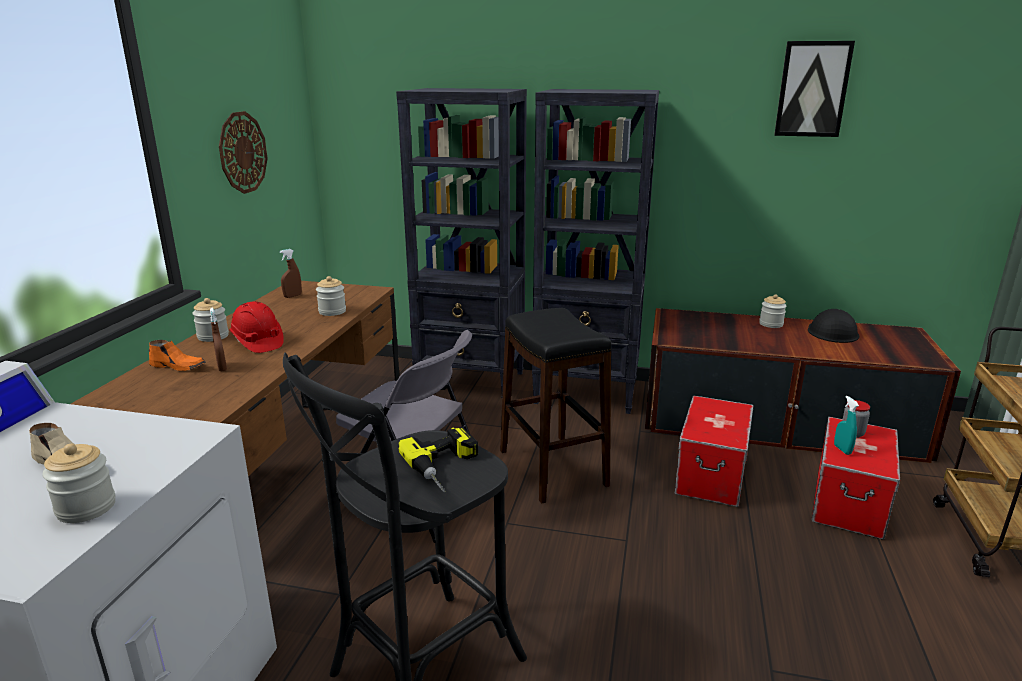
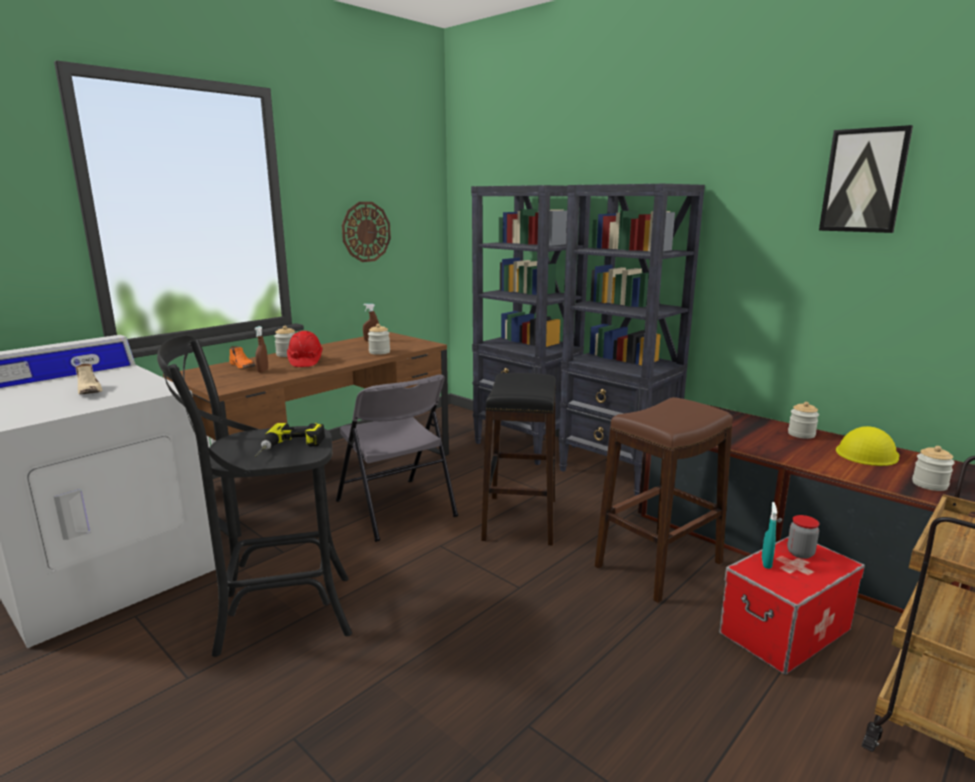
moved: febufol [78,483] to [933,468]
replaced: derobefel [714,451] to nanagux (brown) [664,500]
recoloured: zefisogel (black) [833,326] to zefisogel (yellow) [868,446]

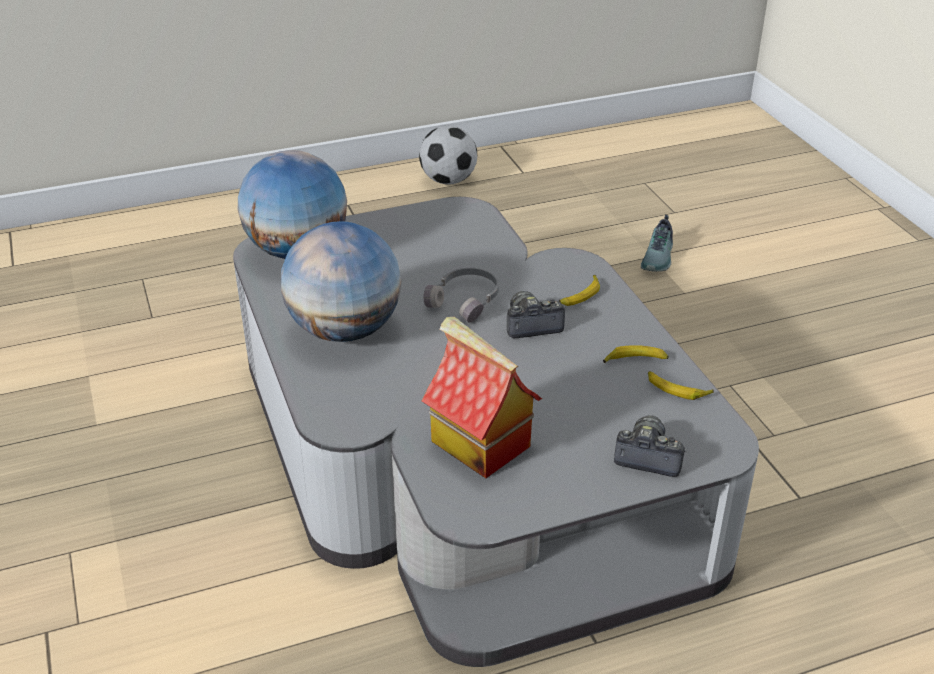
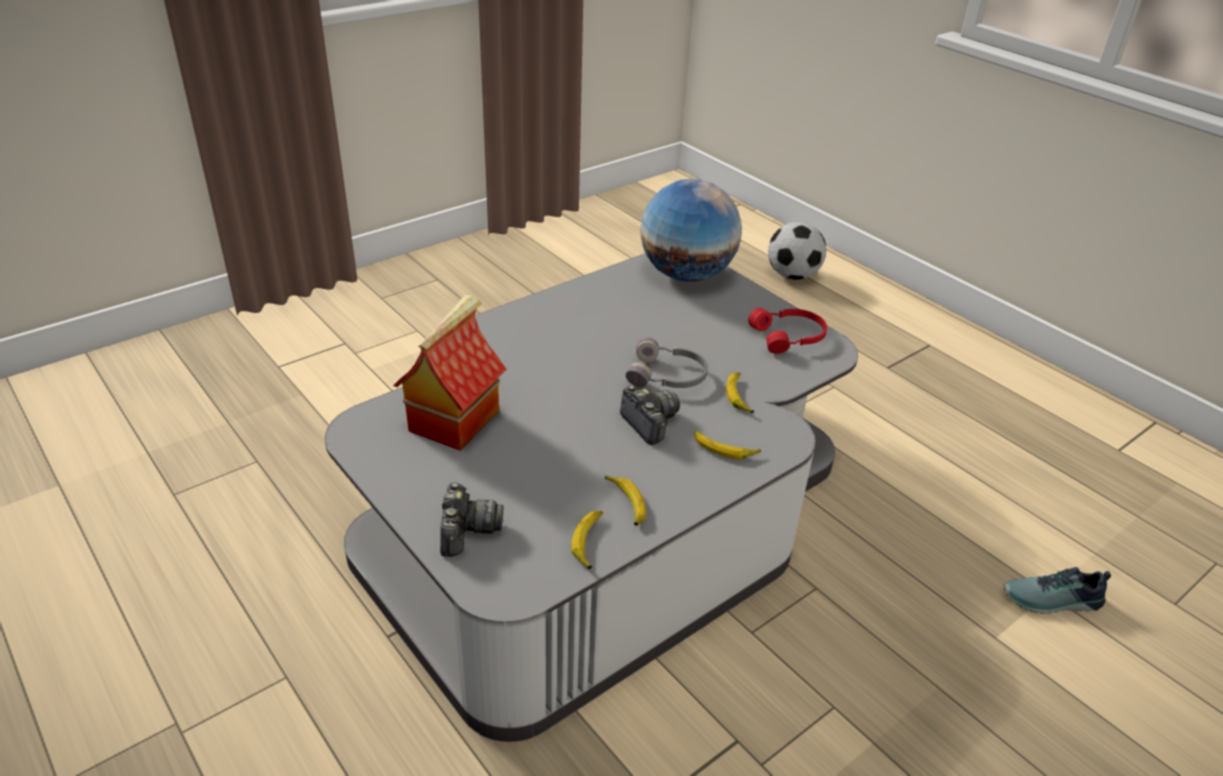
removed: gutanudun [341,281]
added: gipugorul [740,392]; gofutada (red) [787,331]
moved: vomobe [448,155] to [797,251]

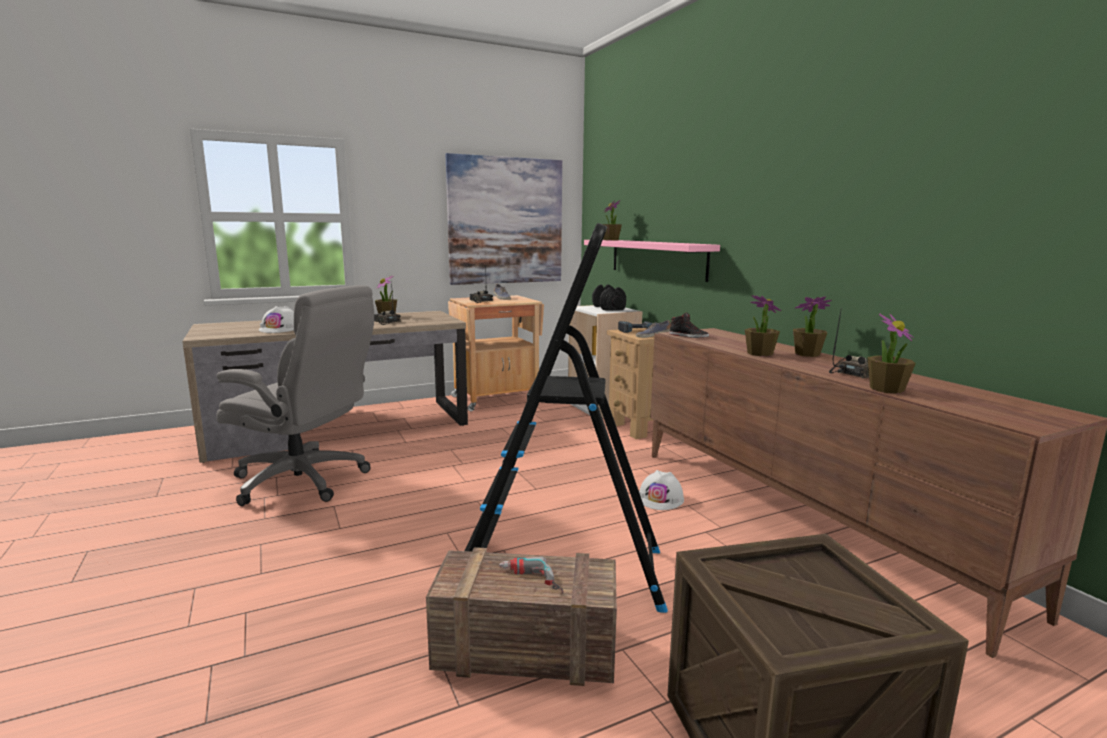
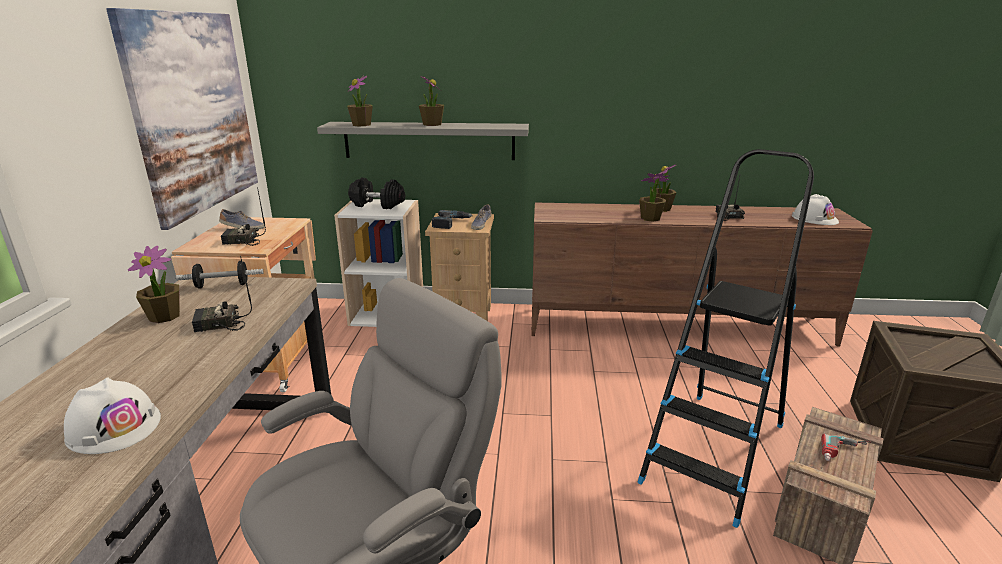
removed: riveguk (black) [689,325]
added: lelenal [219,275]
moved: zefisogel (white) [661,490] to [815,209]; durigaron [891,353] to [431,101]
recoloured: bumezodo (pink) [652,261] to bumezodo (grey) [423,141]

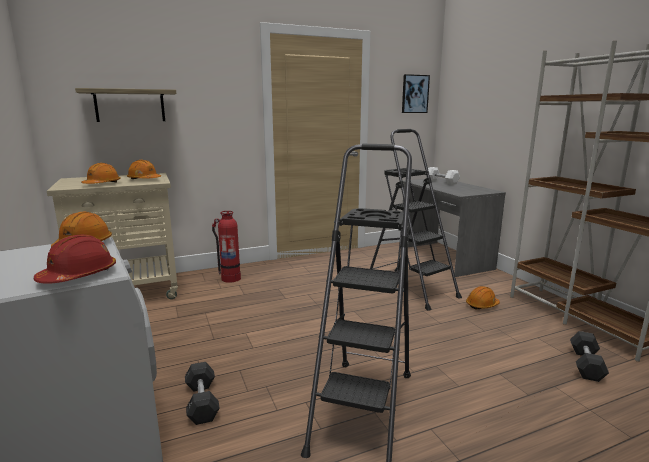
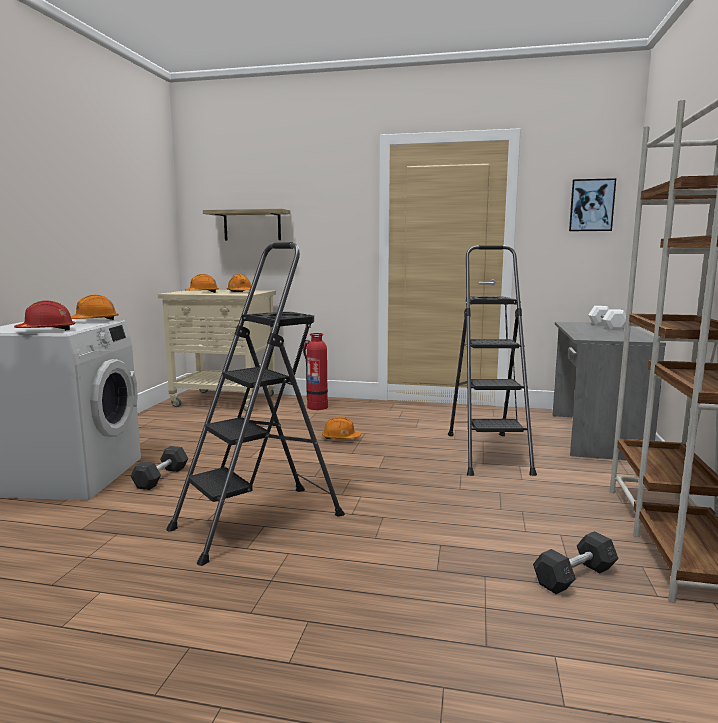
moved: zefisogel (orange) [483,298] to [341,427]

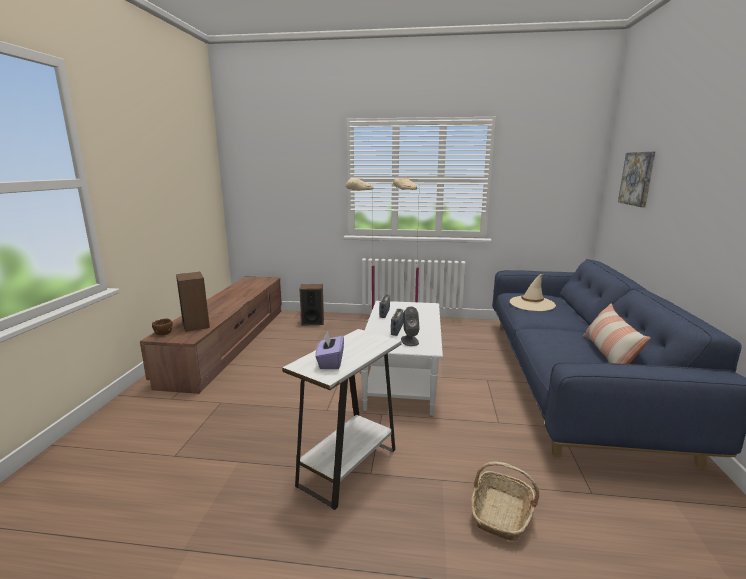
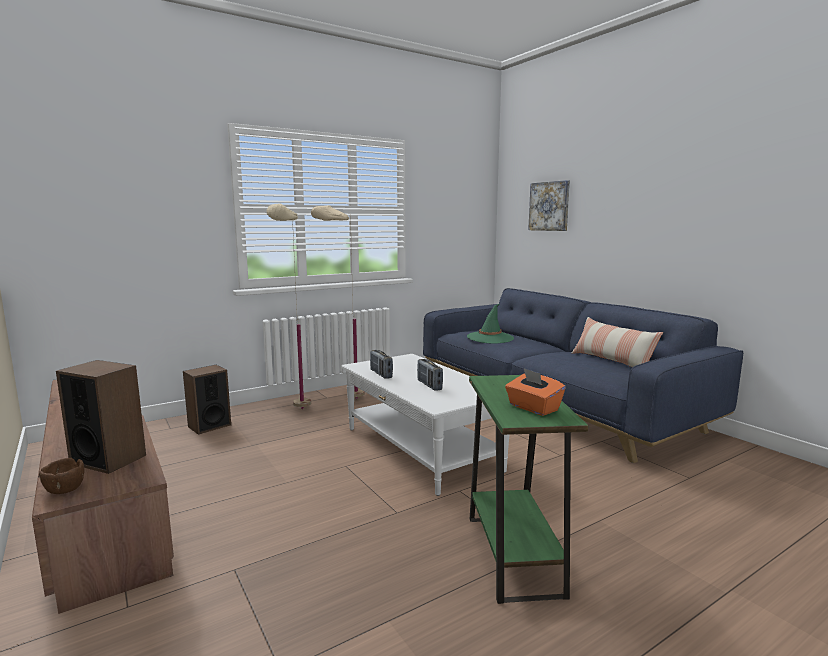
removed: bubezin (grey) [410,326]; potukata [505,501]
recoloured: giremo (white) [341,419] to giremo (green) [528,489]; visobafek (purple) [330,350] to visobafek (orange) [535,392]; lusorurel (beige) [533,292] to lusorurel (green) [490,324]

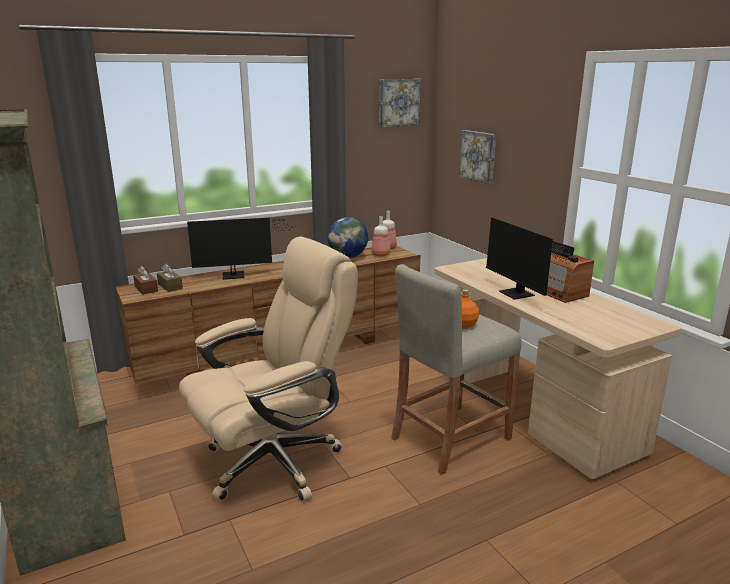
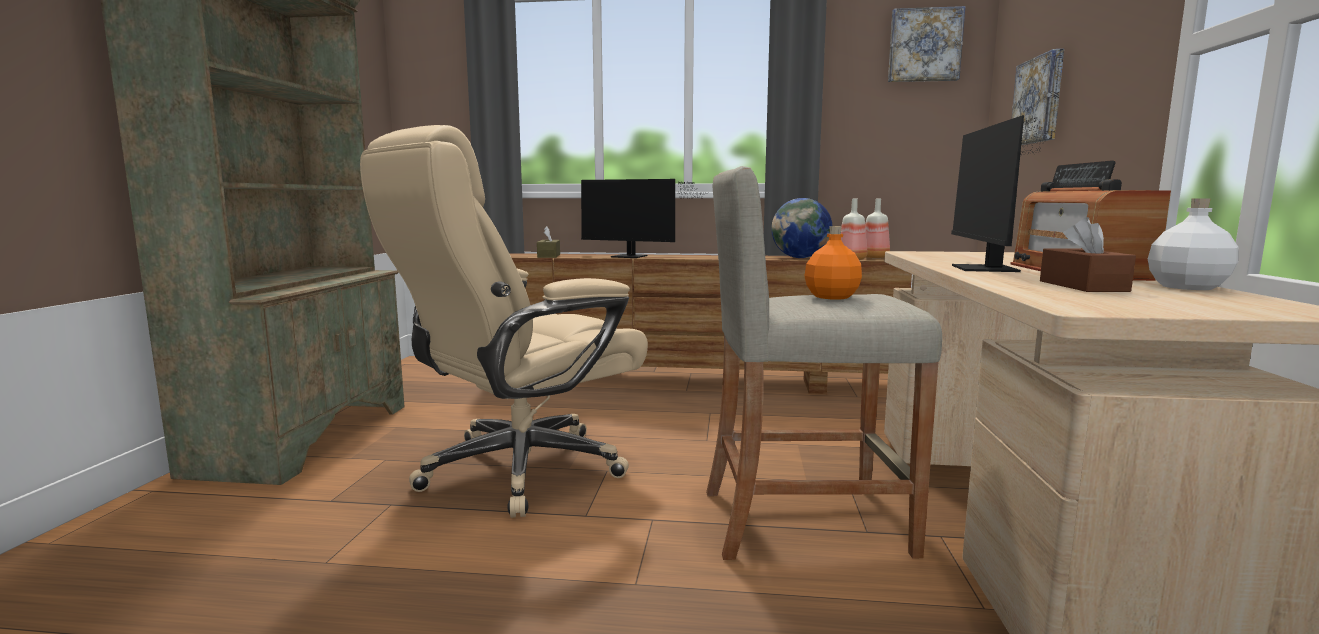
added: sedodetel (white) [1193,244]
moved: visobafek (brown) [145,280] to [1088,254]
turned: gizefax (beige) [268,369] = [504,321] 135 degrees clockwise

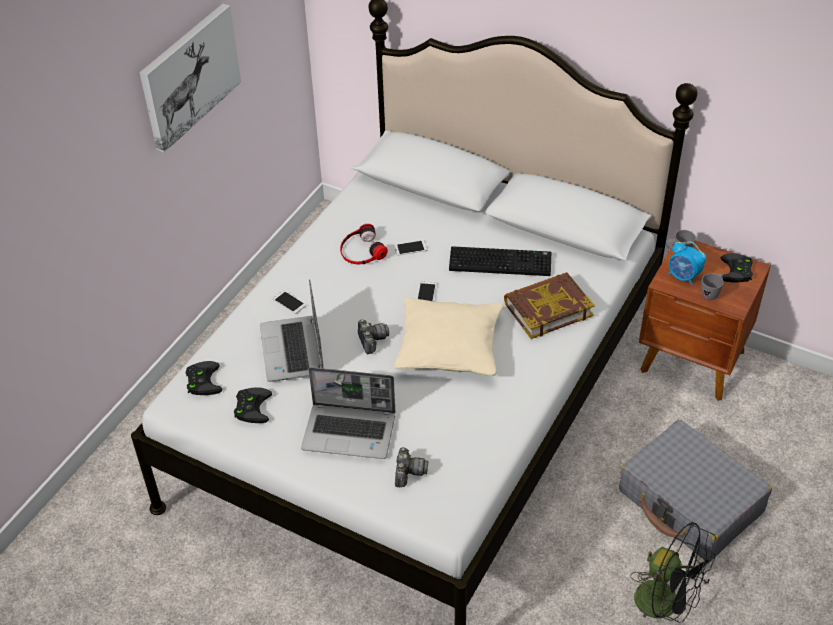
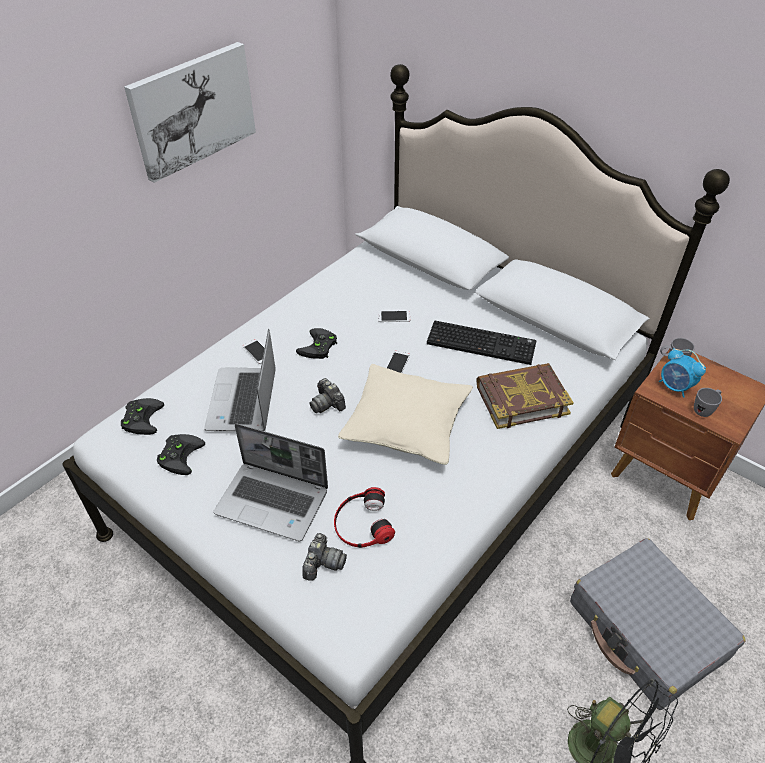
moved: gofutada [364,244] to [364,517]; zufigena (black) [737,268] to [317,343]
turned: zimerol [373,337] = [328,395] 150 degrees clockwise

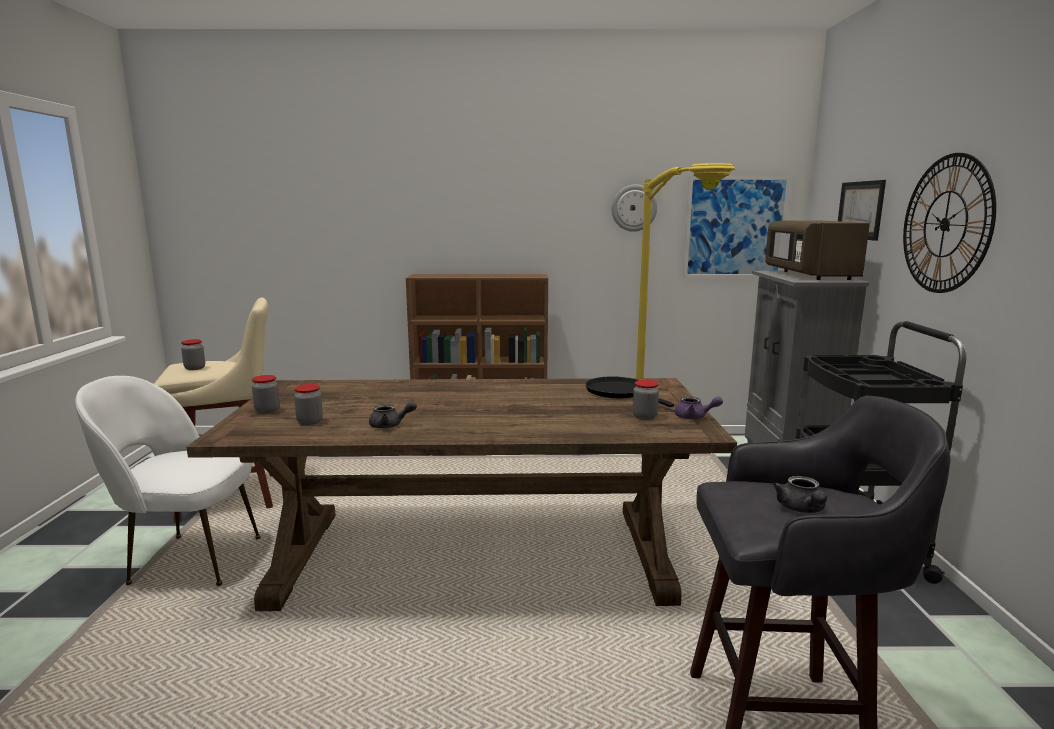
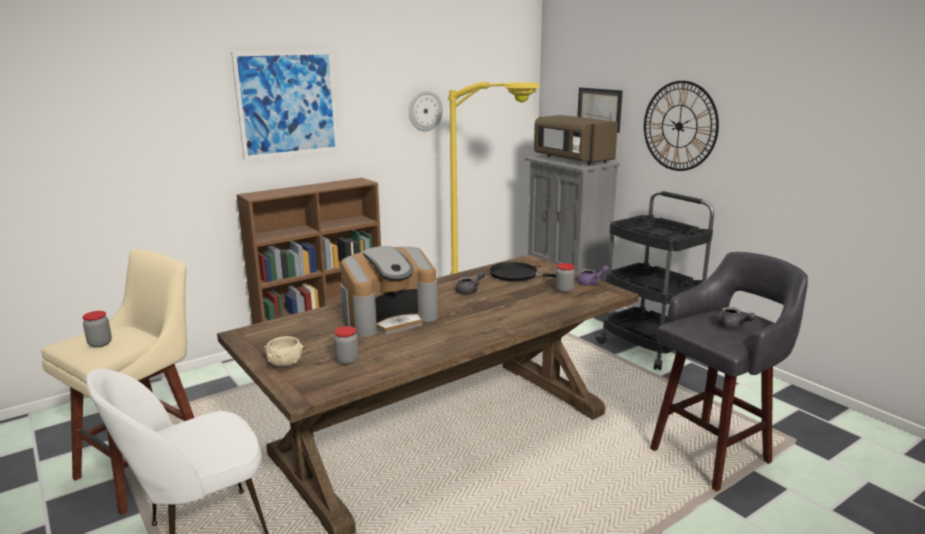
added: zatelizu [389,291]
moved: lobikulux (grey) [393,415] to [470,282]; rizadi [737,227] to [285,105]
replaced: febufol [266,394] to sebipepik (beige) [284,351]

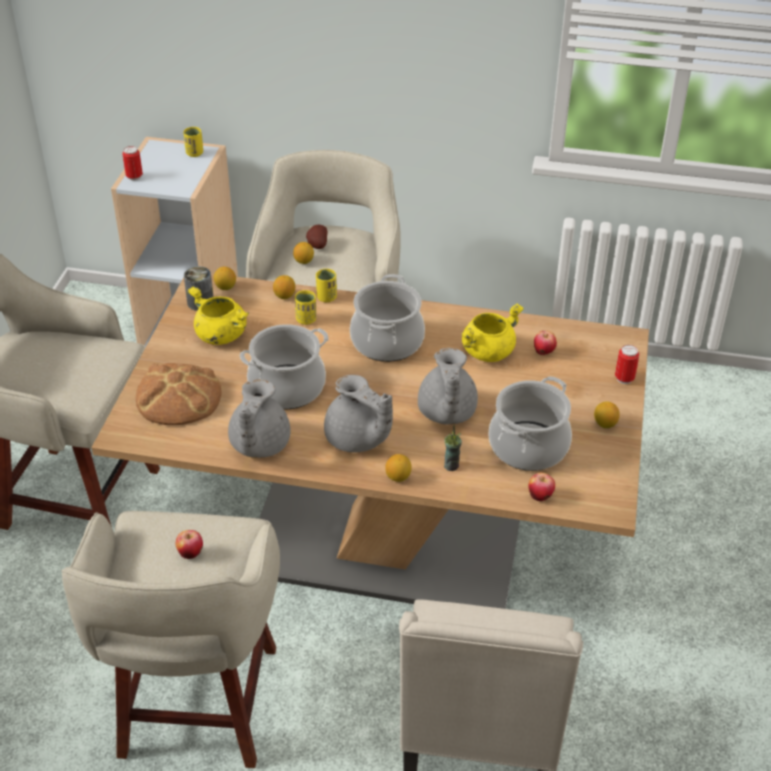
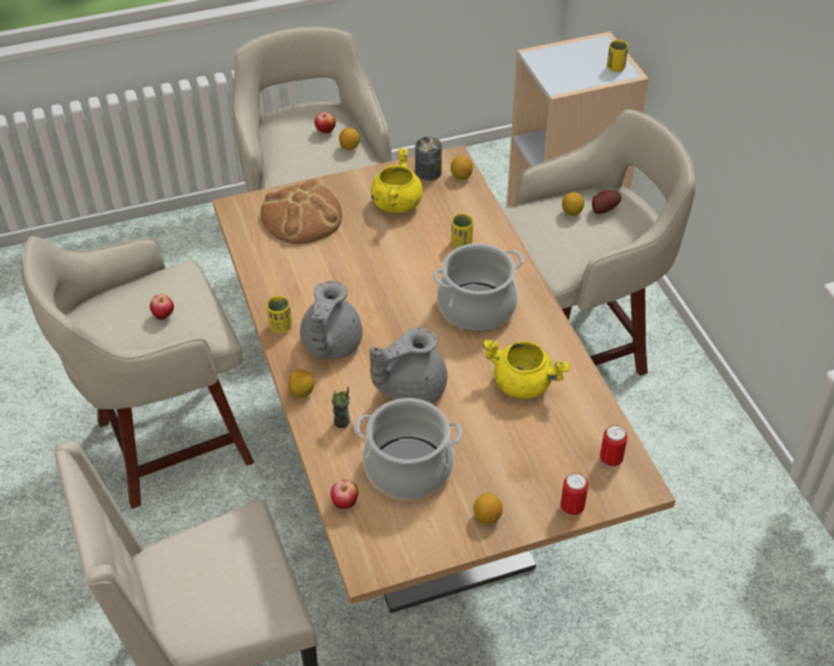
removed: lobikulux (grey) [259,418]; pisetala [284,366]
moved: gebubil [132,163] to [613,446]; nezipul [284,287] to [349,139]; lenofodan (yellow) [326,285] to [279,314]; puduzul [545,343] to [325,122]

